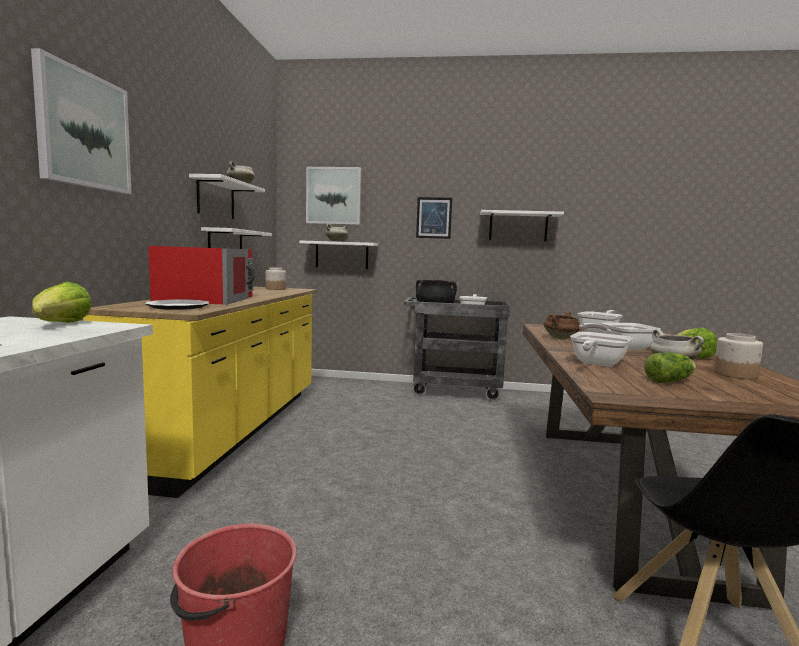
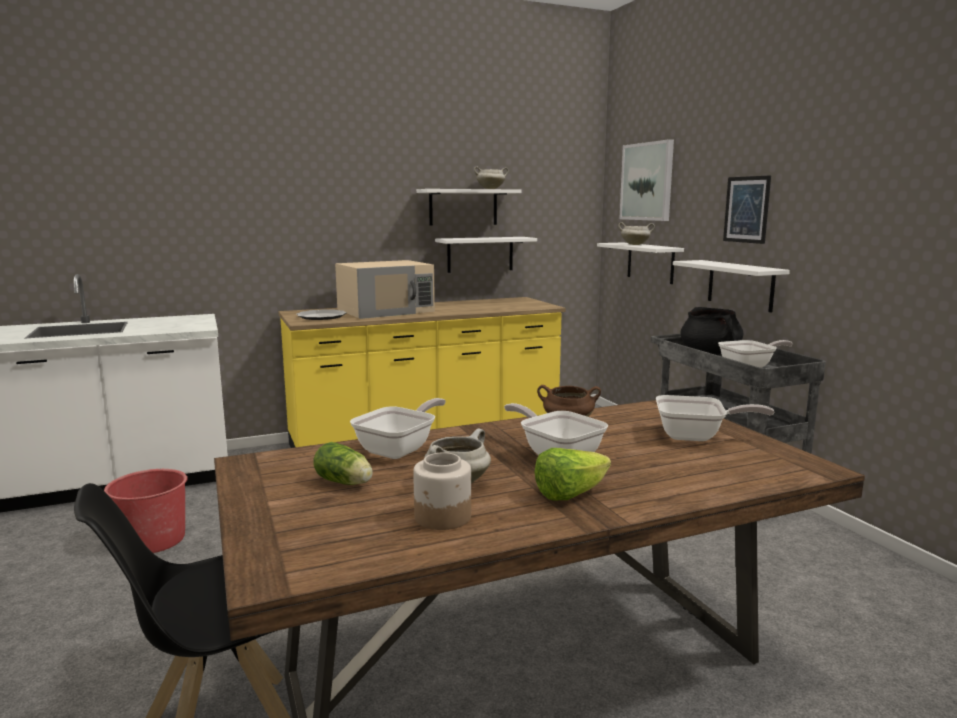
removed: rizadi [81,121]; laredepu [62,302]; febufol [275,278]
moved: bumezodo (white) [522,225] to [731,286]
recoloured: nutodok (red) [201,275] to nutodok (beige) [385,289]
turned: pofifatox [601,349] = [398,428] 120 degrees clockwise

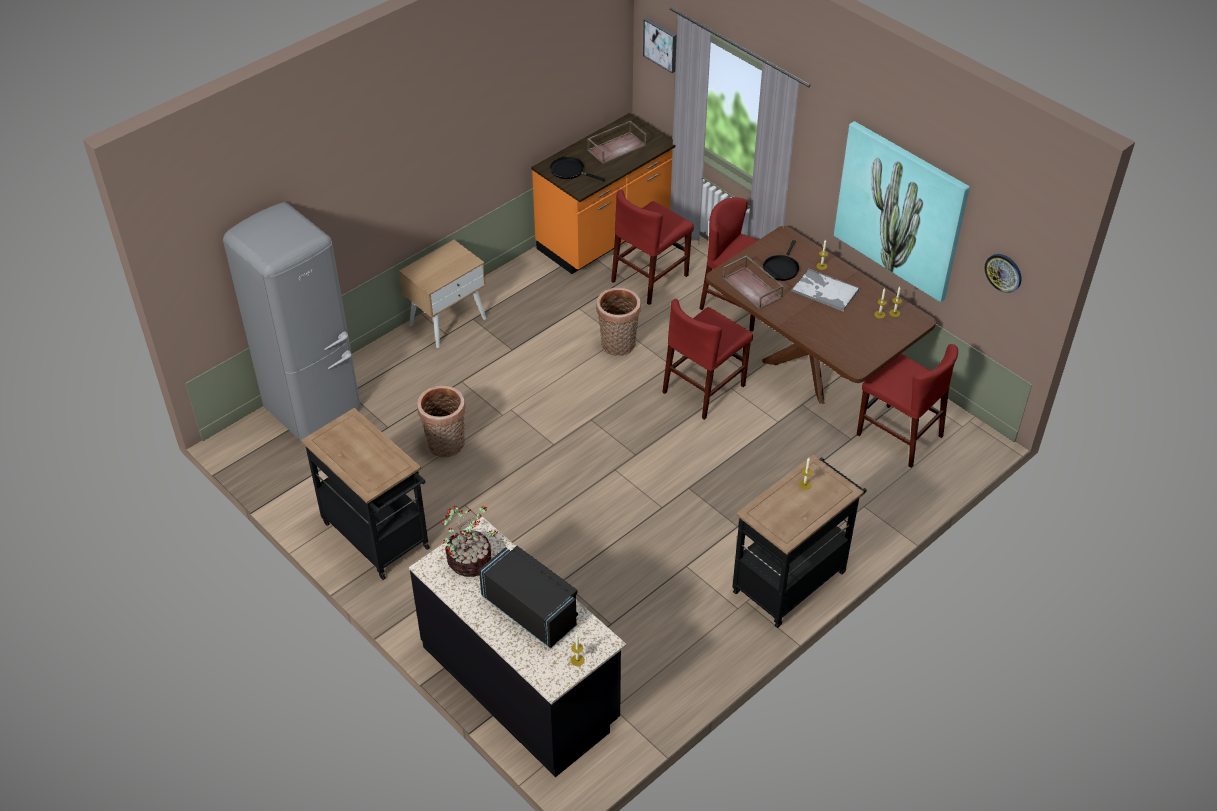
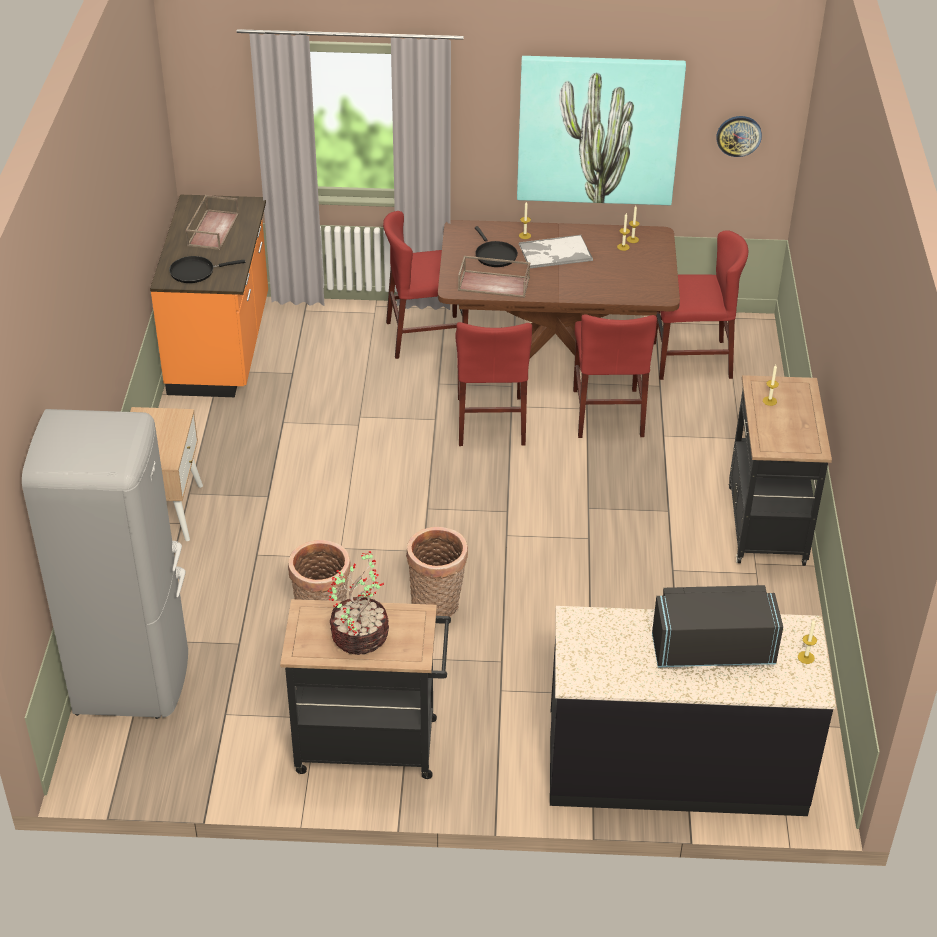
removed: rizadi [660,45]
moved: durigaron [469,541] to [358,603]; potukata [618,322] to [437,572]; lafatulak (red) [652,247] to [615,376]

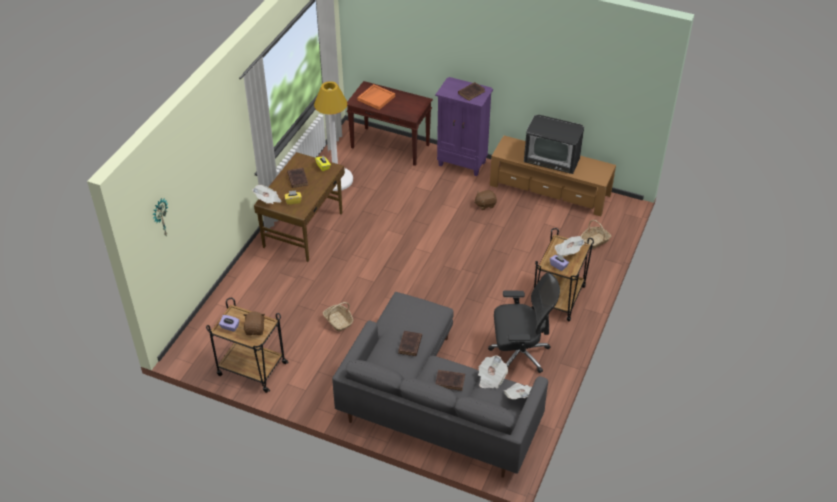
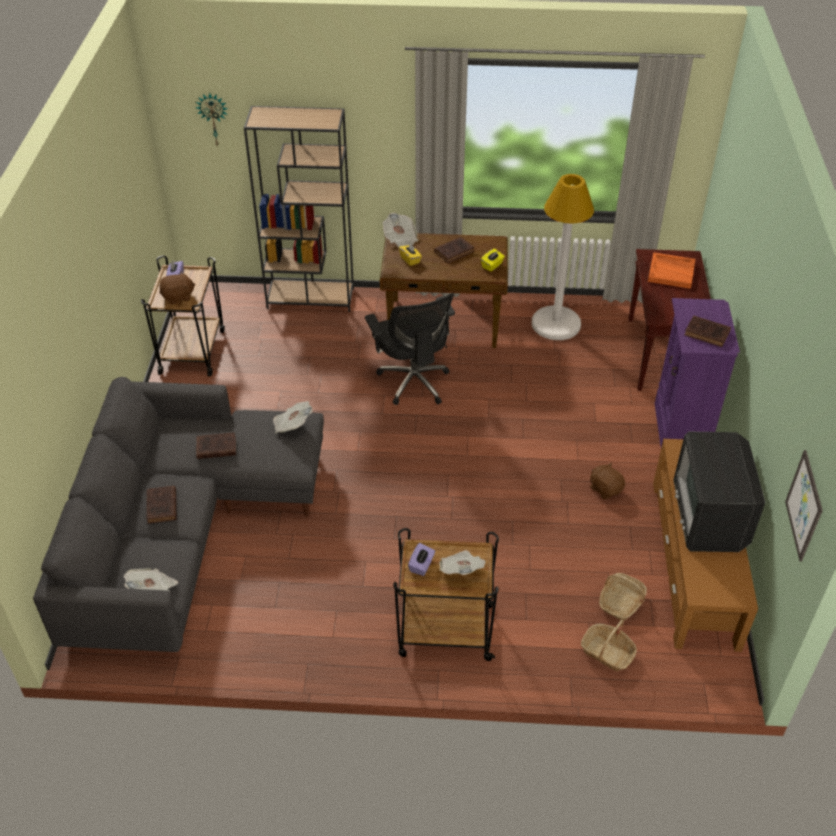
added: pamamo [299,209]; rizadi [804,505]
moved: potukata [338,317] to [623,596]; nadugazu [493,372] to [293,417]; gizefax [524,323] to [410,349]

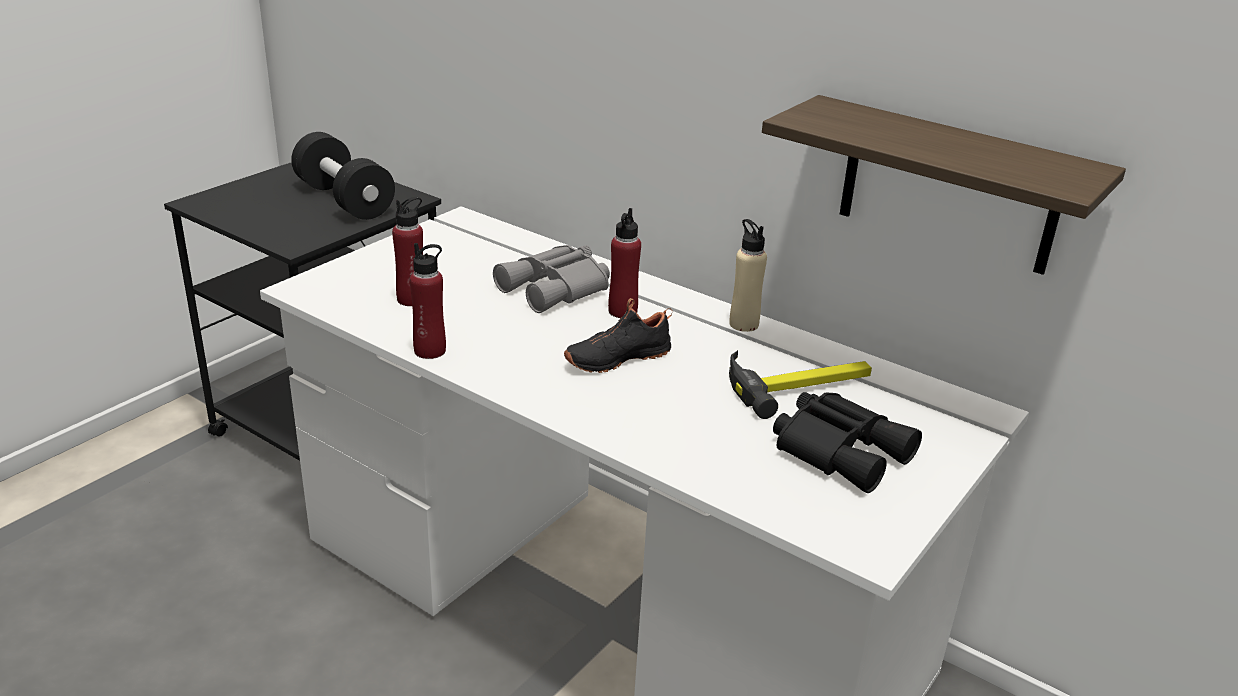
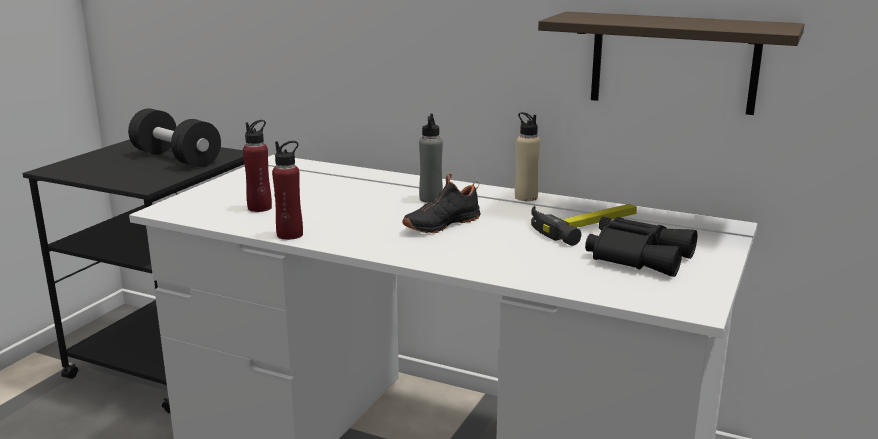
removed: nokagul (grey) [551,279]
recoloured: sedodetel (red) [624,263] to sedodetel (grey) [431,158]

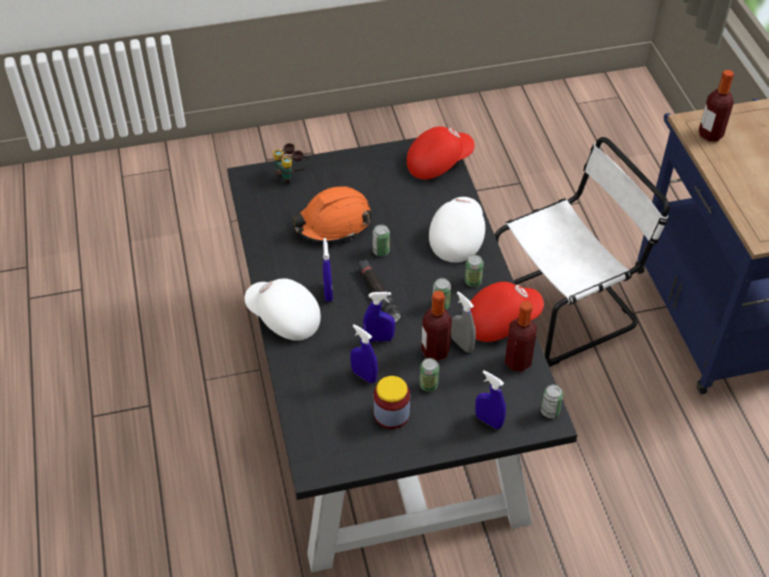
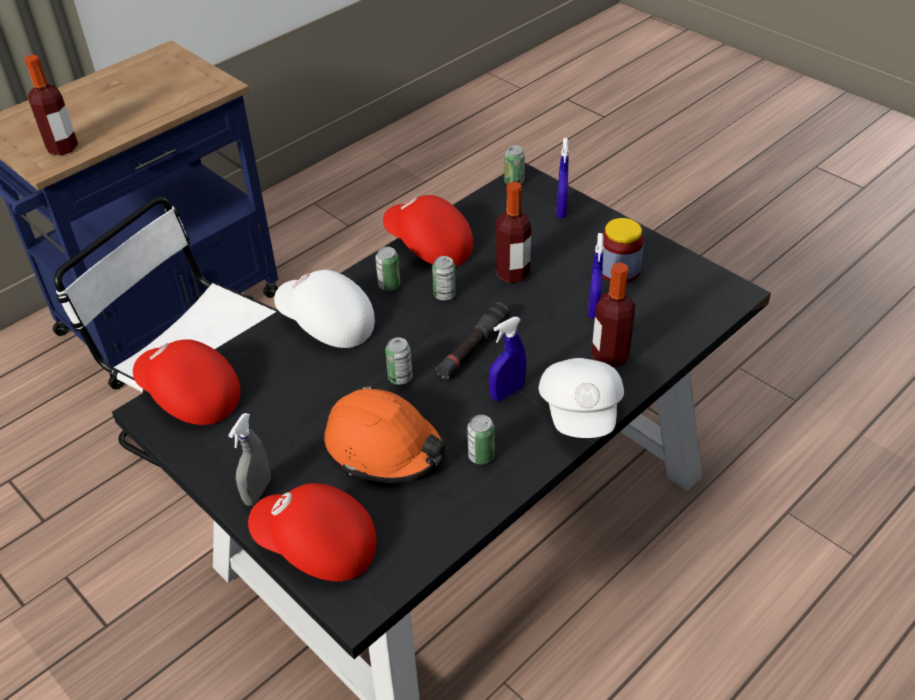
removed: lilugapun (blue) [379,317]
moved: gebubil [429,375] to [481,439]; lilugapun (grey) [463,322] to [249,459]; sedodetel [521,336] to [613,315]
replaced: nokagul [291,163] to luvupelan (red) [312,532]
turned: luvupelan (white) [457,230] = [324,309] 45 degrees clockwise

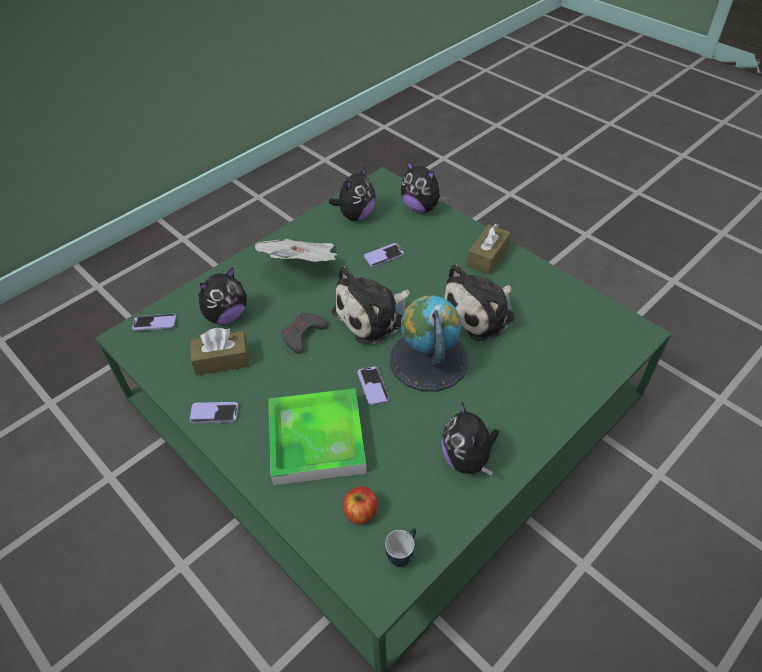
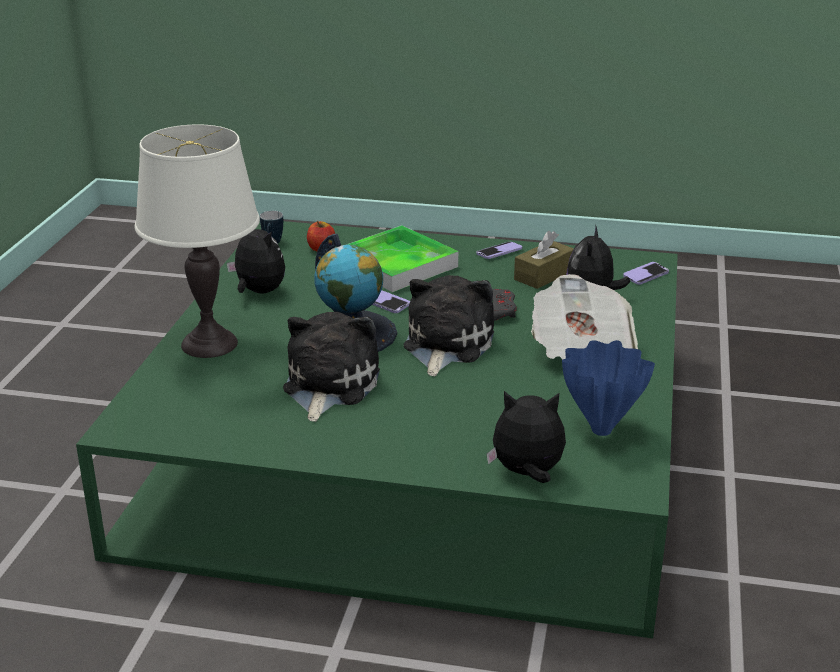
removed: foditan [384,255]; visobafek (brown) [489,248]
added: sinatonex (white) [197,241]
replaced: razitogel [352,193] to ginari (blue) [608,388]

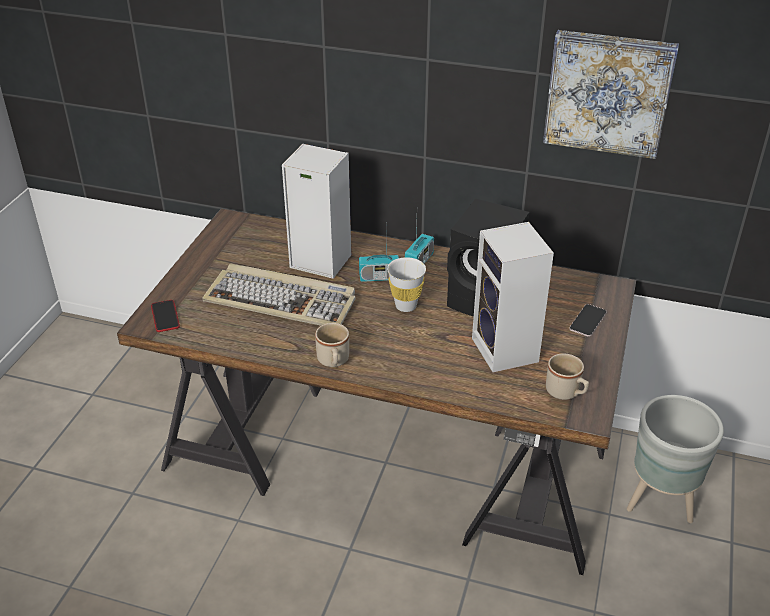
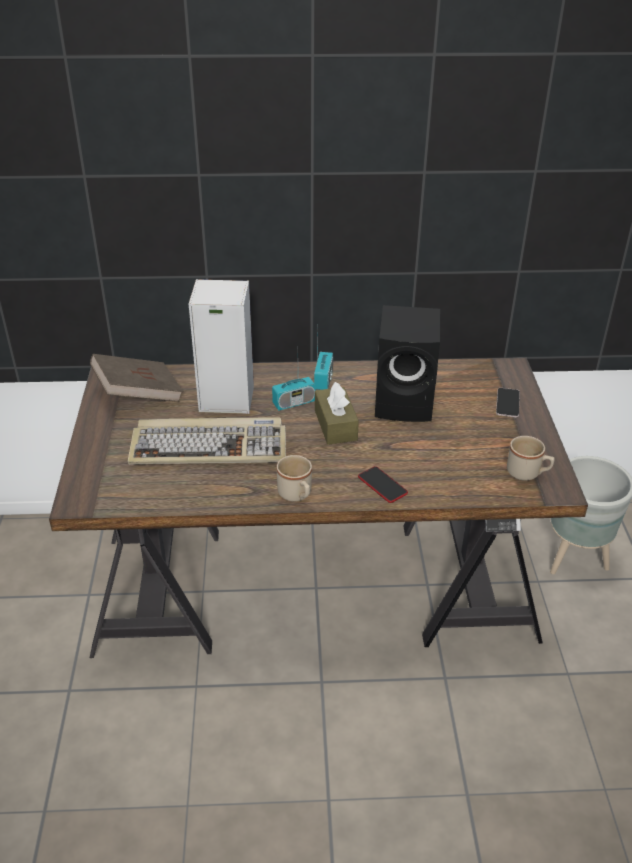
removed: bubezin [513,297]; rizadi [611,94]
added: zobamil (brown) [136,378]
moved: foditan [165,316] to [383,484]
replaced: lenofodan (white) [406,284] to visobafek (brown) [337,413]

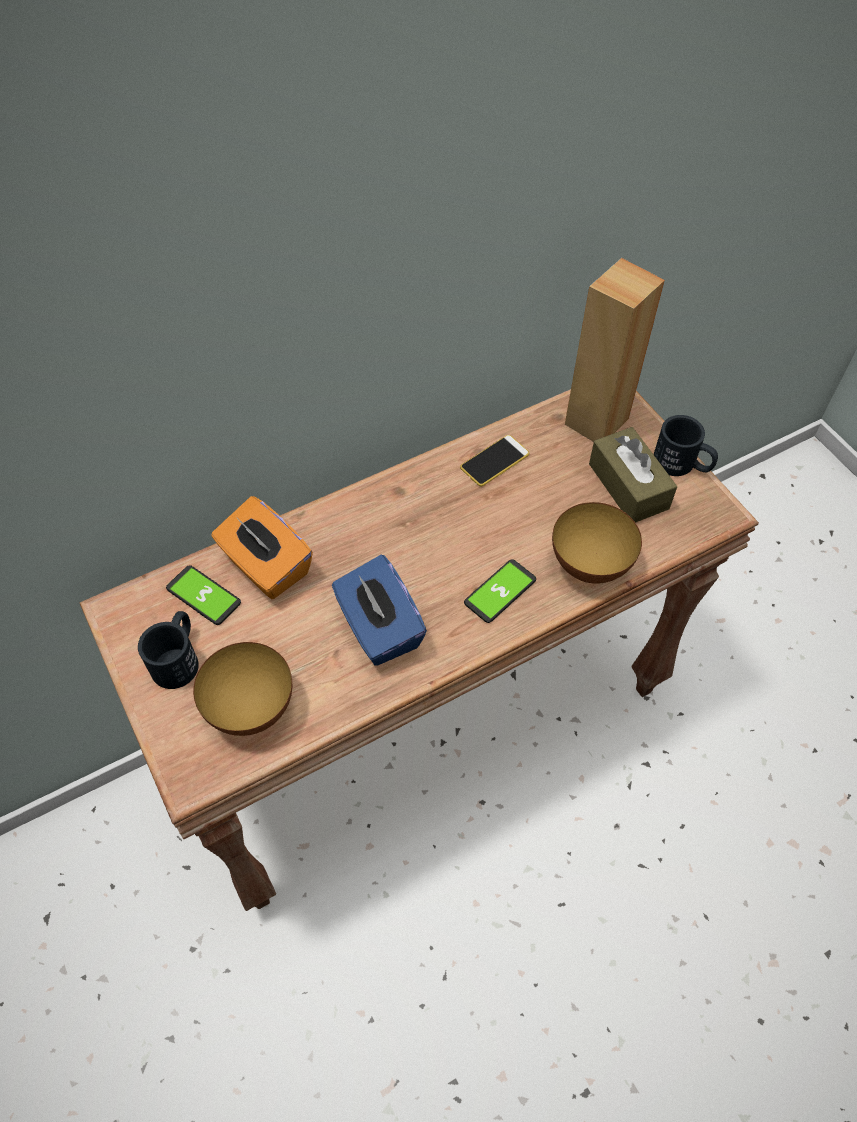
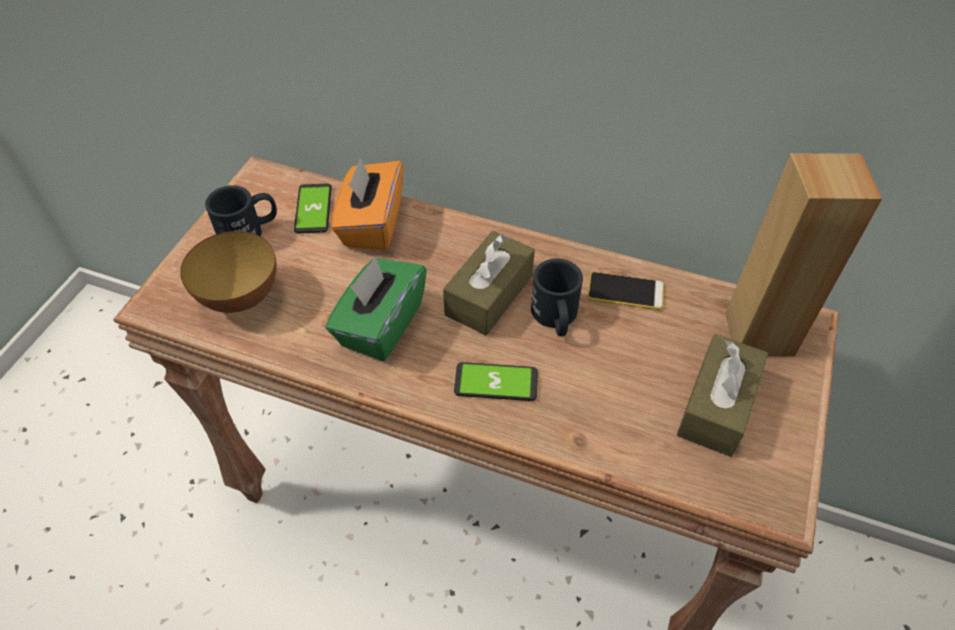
removed: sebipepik [597,543]
added: visobafek (brown) [489,283]
moved: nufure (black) [685,445] to [557,298]
recoloured: visobafek (blue) [379,610] to visobafek (green) [376,308]

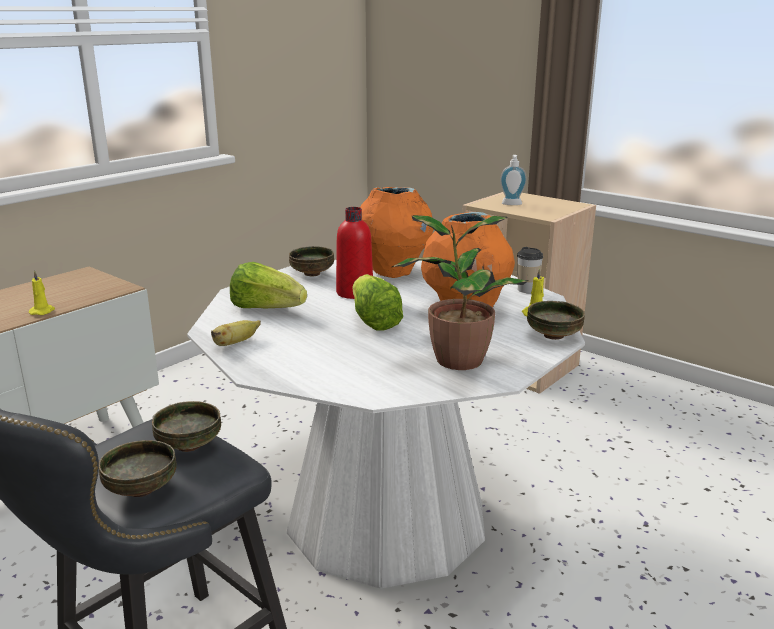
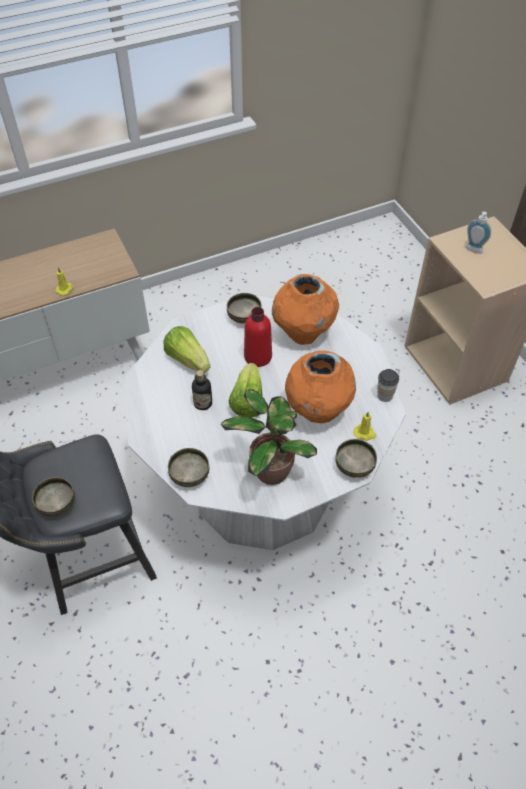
removed: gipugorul [236,333]
added: sedodetel [202,390]
moved: sebipepik [186,426] to [188,467]

